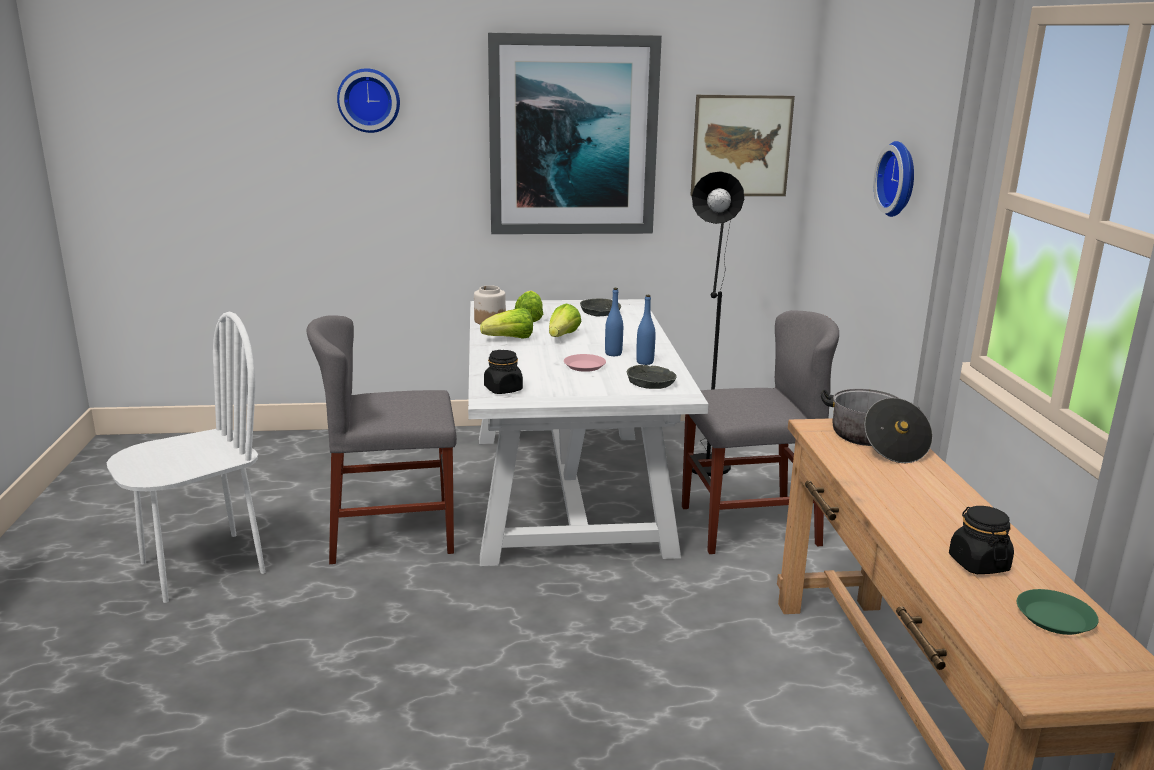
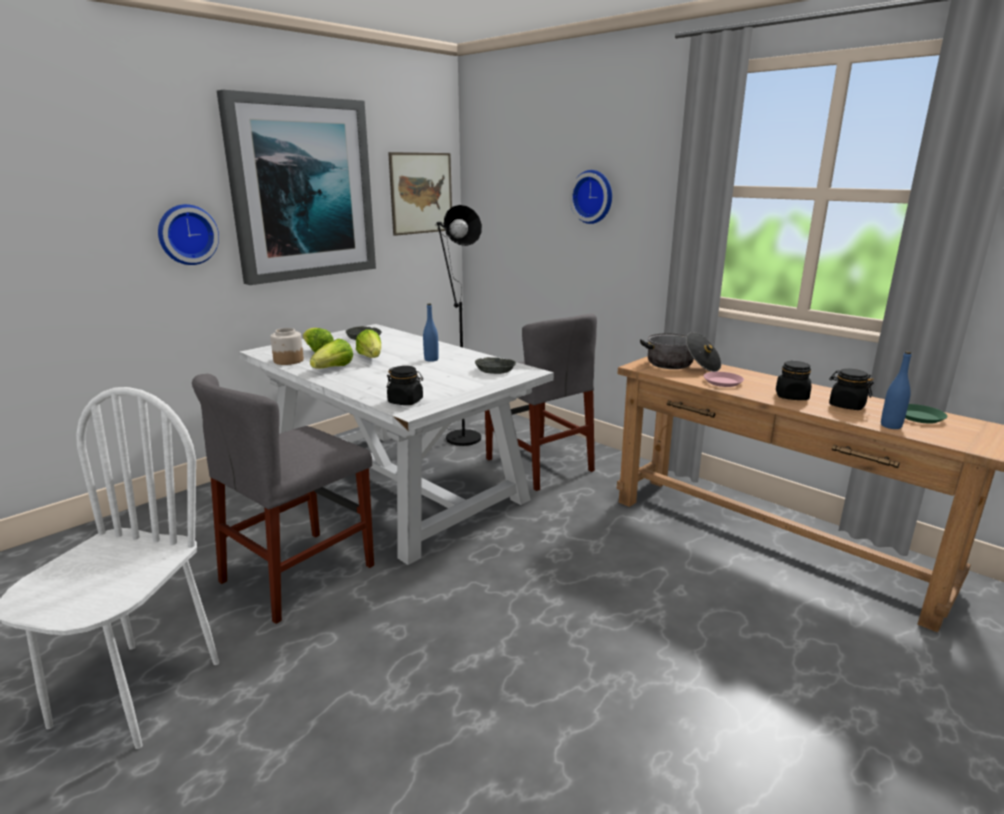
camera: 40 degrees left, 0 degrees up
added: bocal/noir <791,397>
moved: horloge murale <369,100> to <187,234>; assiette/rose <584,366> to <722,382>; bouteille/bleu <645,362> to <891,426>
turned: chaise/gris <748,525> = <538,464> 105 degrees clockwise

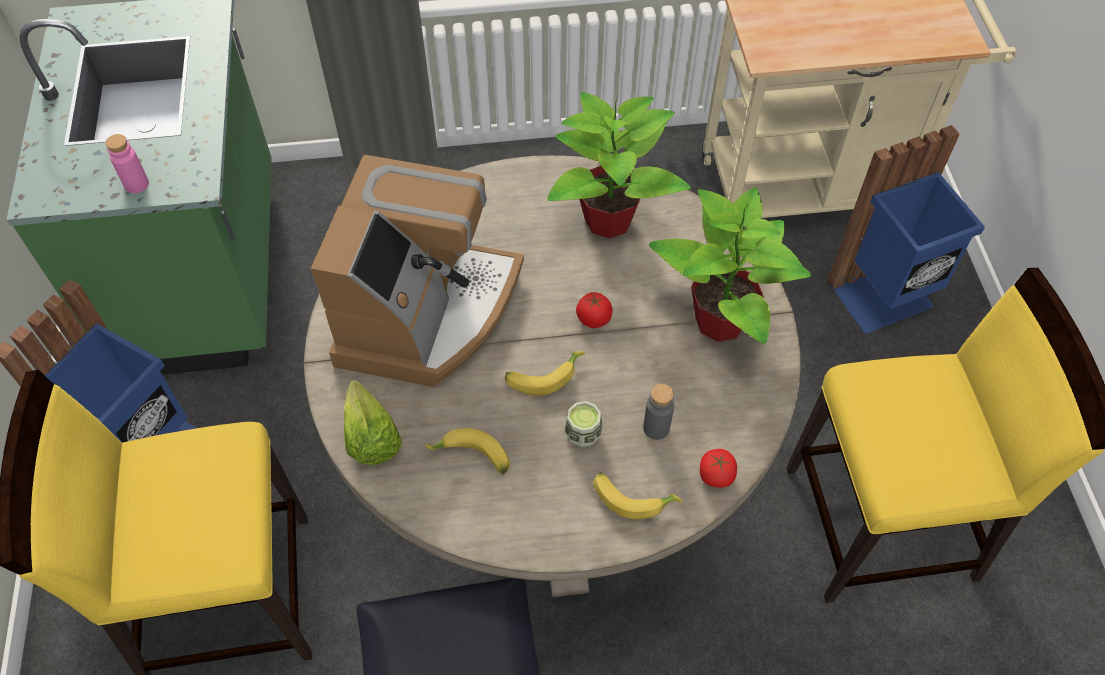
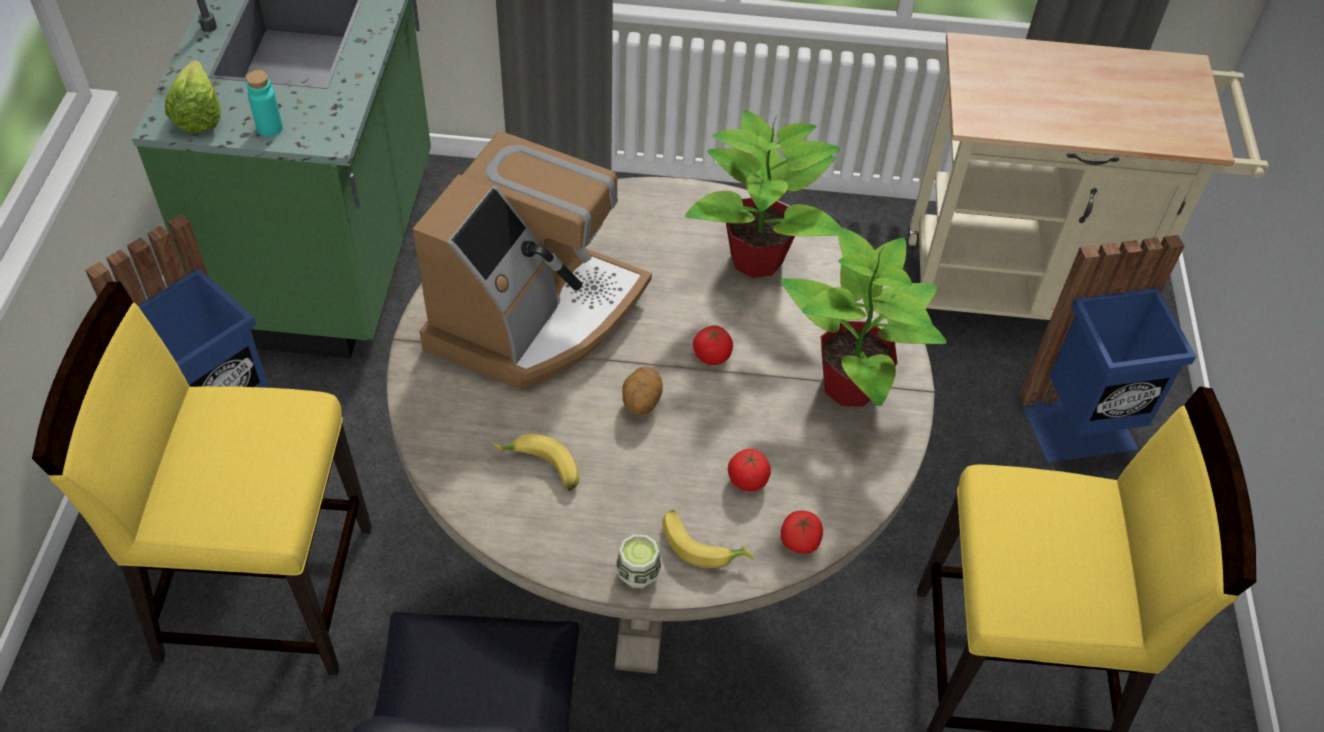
camera: 10 degrees right, 5 degrees down
moved: laitue <371,431> to <201,111>; tasse <583,434> to <638,573>
replaced: banane <543,375> to pomme de terre <641,402>; bouteille/gris <656,428> to tomate <748,479>
recoloured: bouteille/rose <136,184> to bouteille/turquoise <269,128>

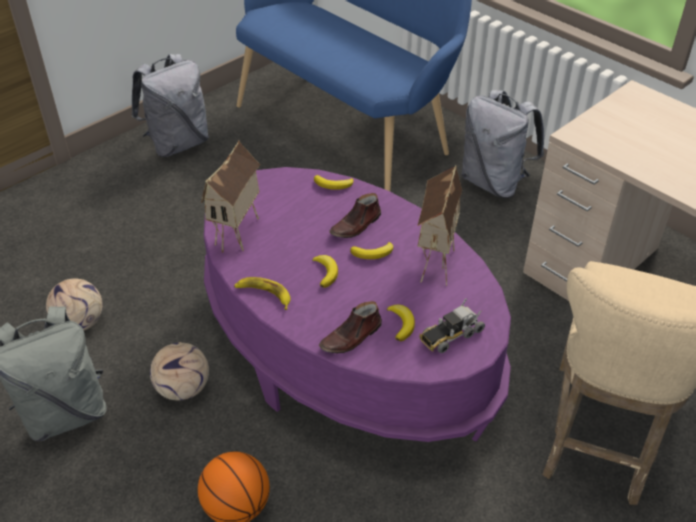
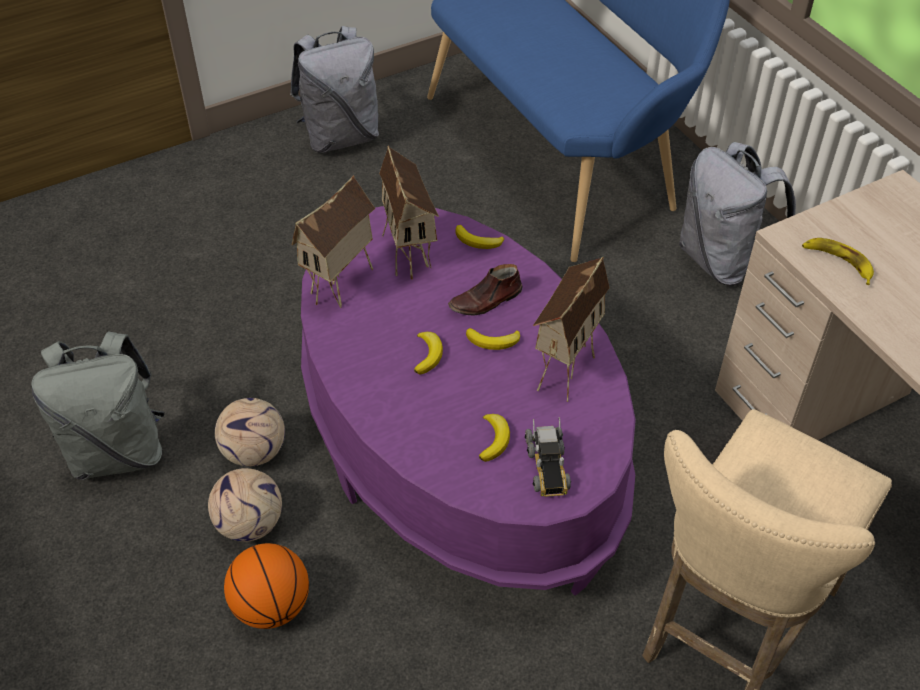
camera: 15 degrees right, 5 degrees up
removed: chaussure/marron <351,337>
added: maison miniature <410,255>
moved: ballon de foot <80,322> to <250,523>; banane <264,294> to <838,262>
turned: camion jouet <450,335> = <547,466> 75 degrees counterclockwise

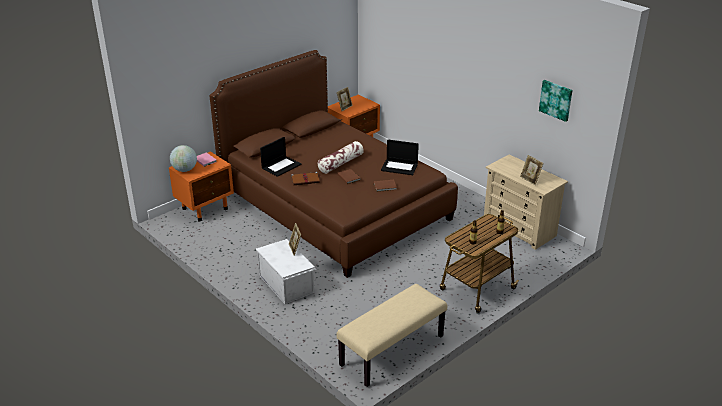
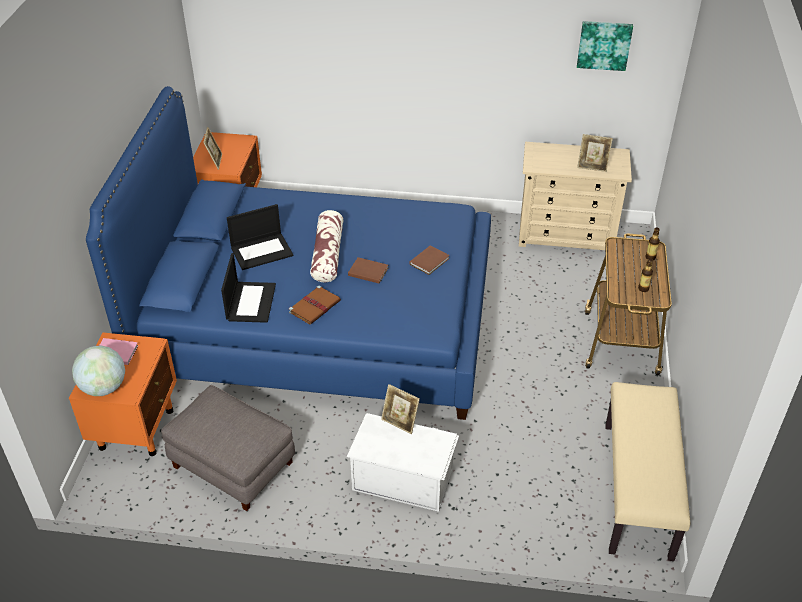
camera: 40 degrees left, 10 degrees up
added: pouf/gris <232,465>
moved: ordinateur portable <400,167> to <262,251>
recoloured: lit/marron <333,205> to lit/bleu <317,320>

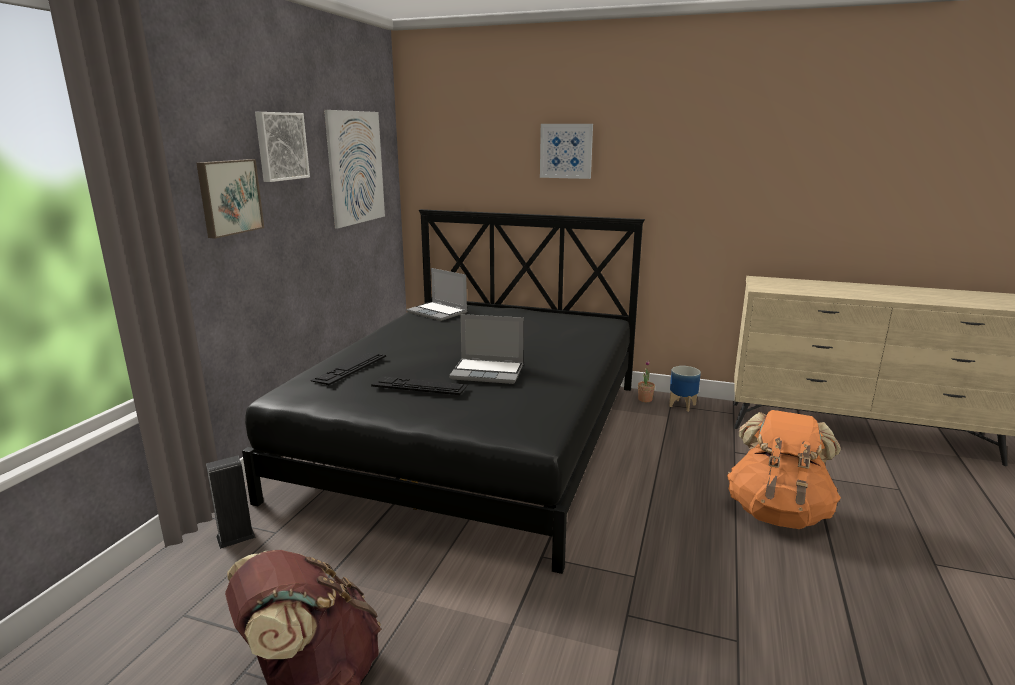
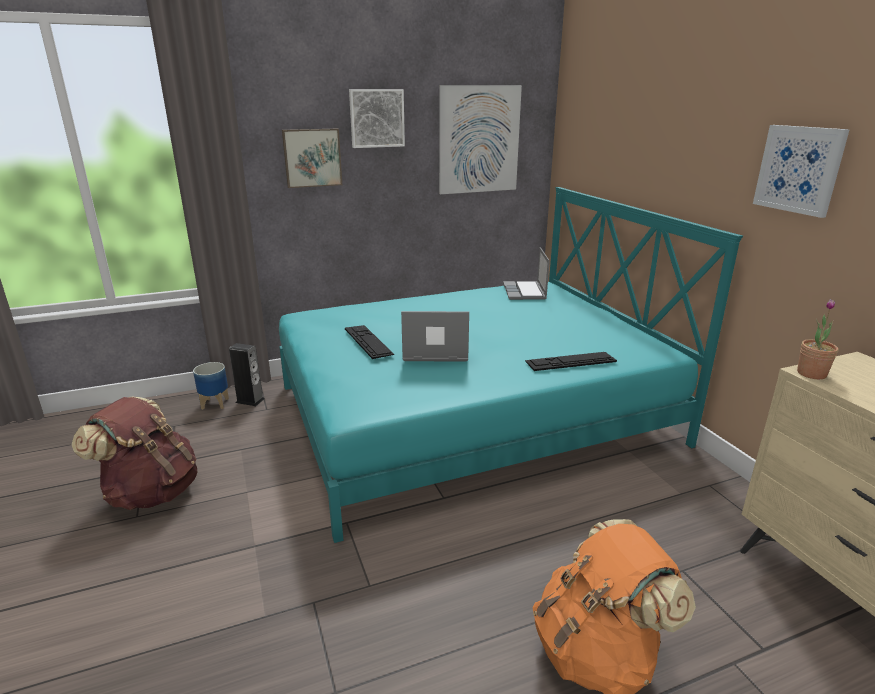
camera: 50 degrees right, 5 degrees up
moved: clavier <350,368> to <570,361>; tableau <566,151> to <799,169>; plante en pot <645,399> to <811,374>; cache-pot <682,405> to <214,403>
recoloured: lit/noir <474,436> to lit/turquoise <470,414>
turned: ordinateur portable <488,372> = <434,352> 120 degrees clockwise

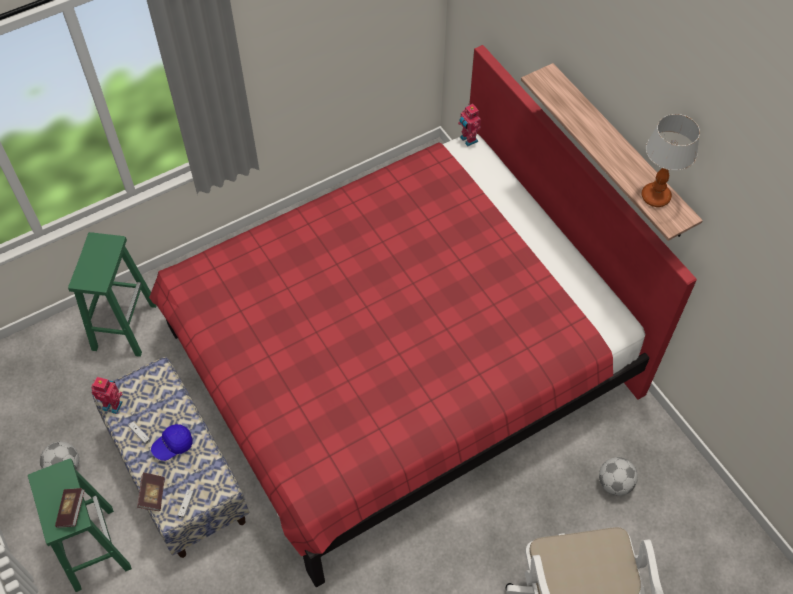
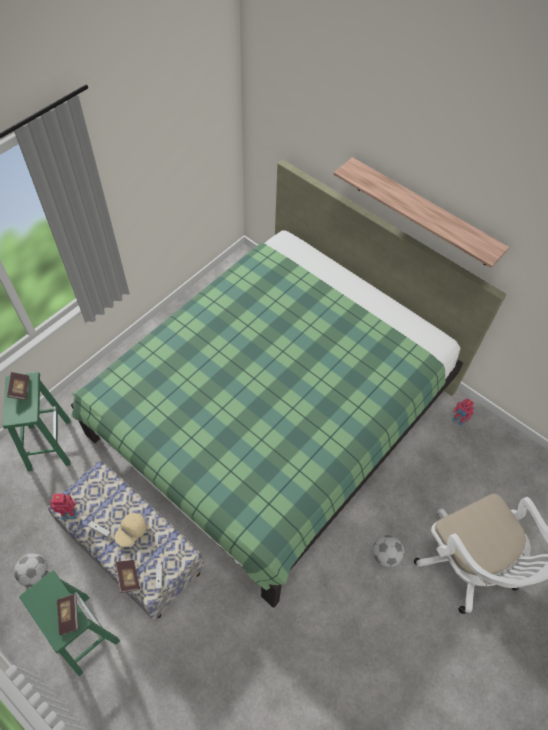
camera: 20 degrees left, 0 degrees up
removed: lampe de table <655,196>
added: livre <20,389>
moved: robot jouet <468,140> to <458,420>; ballon de foot <615,483> to <386,555>
recoloured: lit/rouge <399,360> to lit/vert <273,413>; casquette/bleu <173,445> to casquette/beige <131,531>

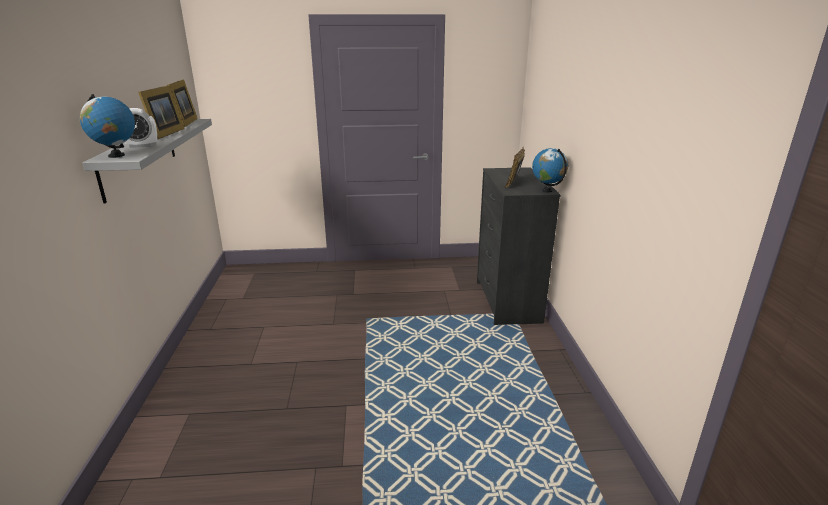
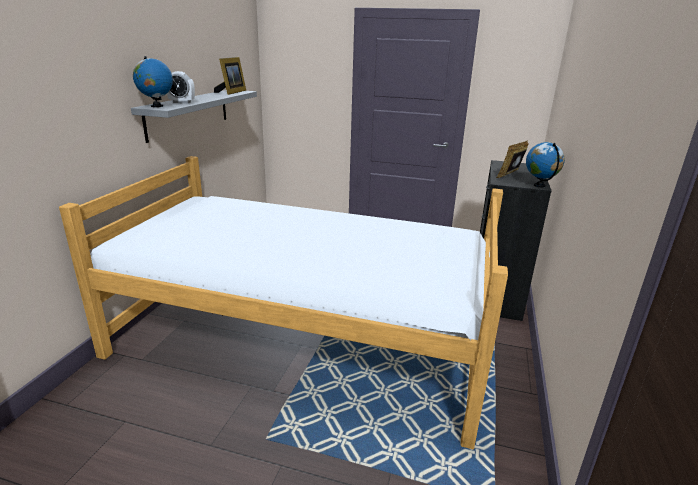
camera: 20 degrees right, 0 degrees up
removed: cadre photo <163,134>
added: lit <303,337>

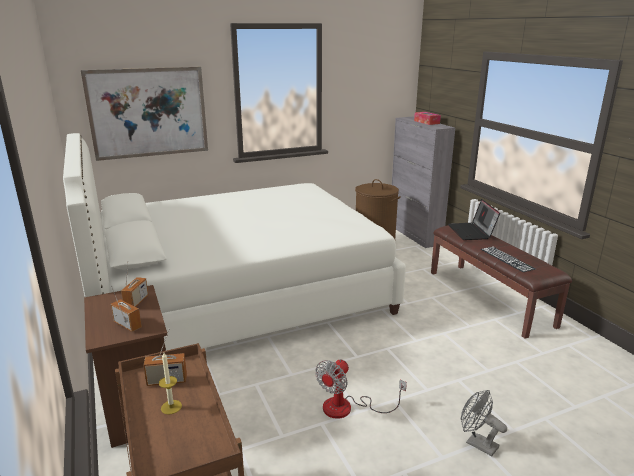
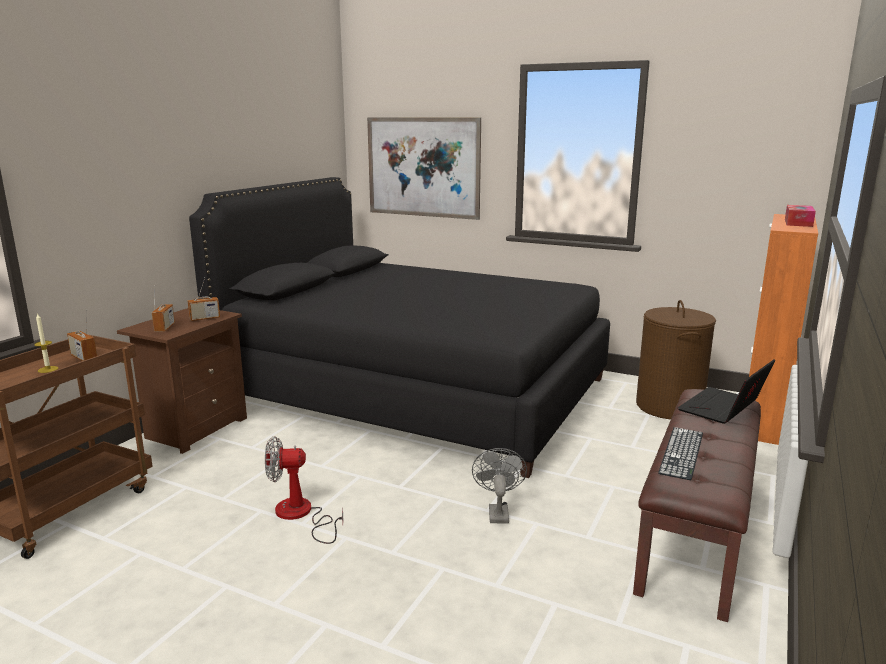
camera: 50 degrees right, 5 degrees down
moved: ventilateur/gris <477,443> to <497,512>
recoloured: lit/blanc <239,297> to lit/noir <416,391>; meuble de rangement/gris <415,234> to meuble de rangement/orange <763,418>

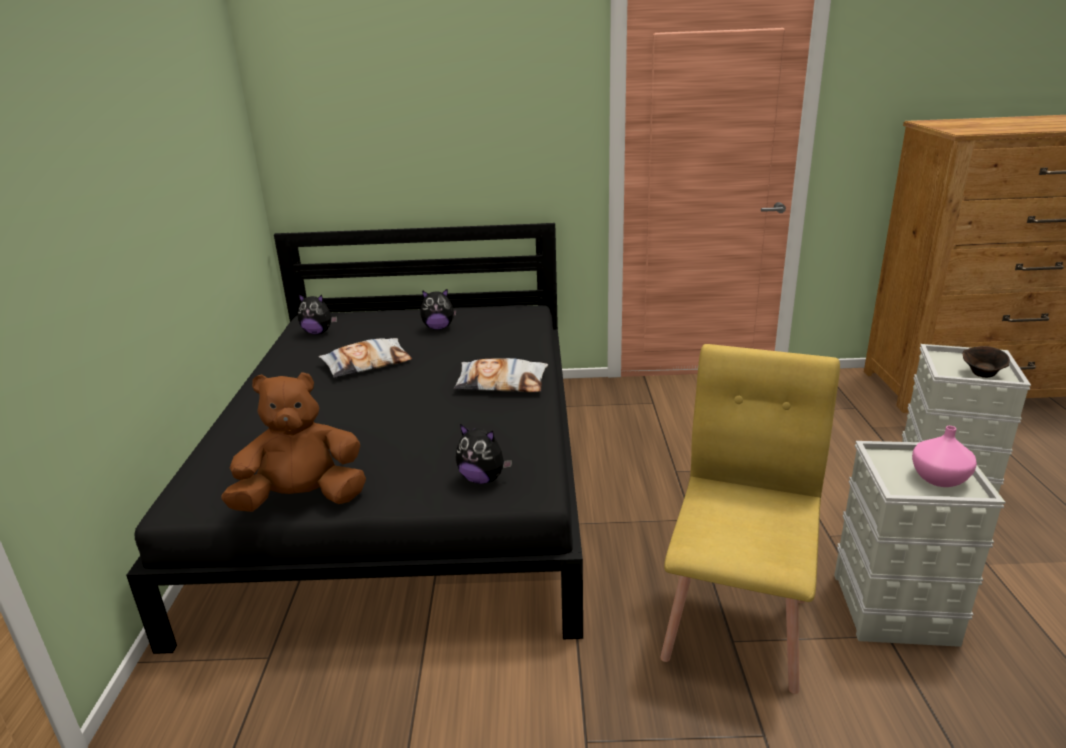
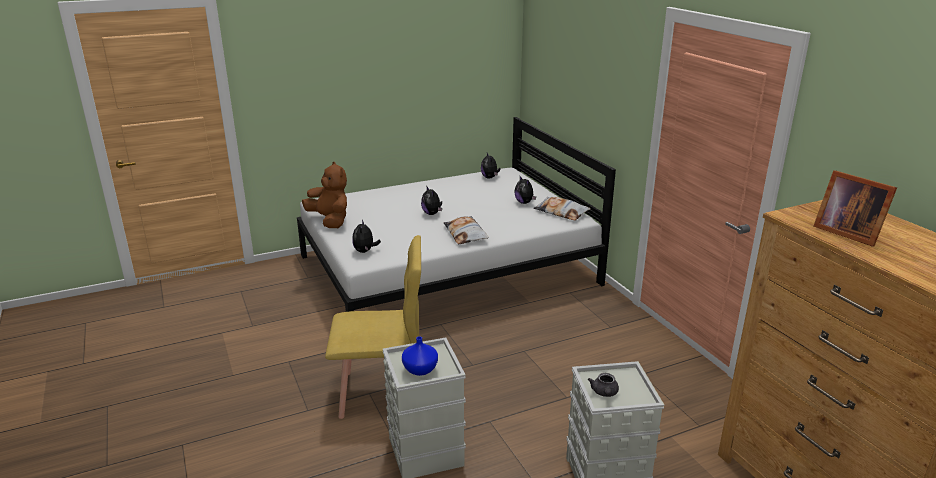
camera: 65 degrees right, 0 degrees up
added: peluche <432,213>; cadre photo <846,232>
moved: coussin <367,364> to <561,212>
replaced: bol/marron <982,374> to théière/gris <604,393>
recoloured: lit/noir <409,482> to lit/blanc <447,270>; vase/rose <939,478> to vase/bleu <421,369>

